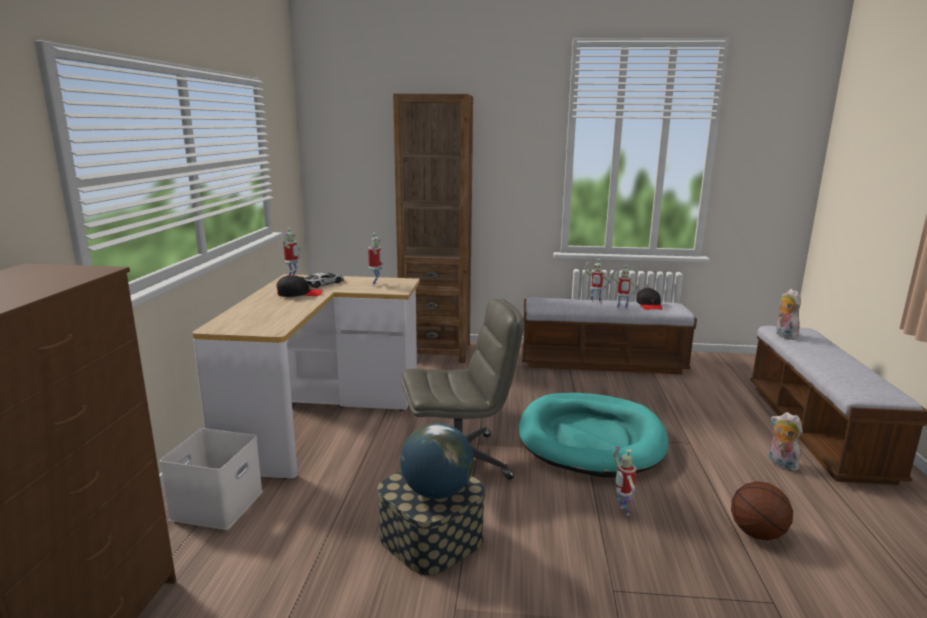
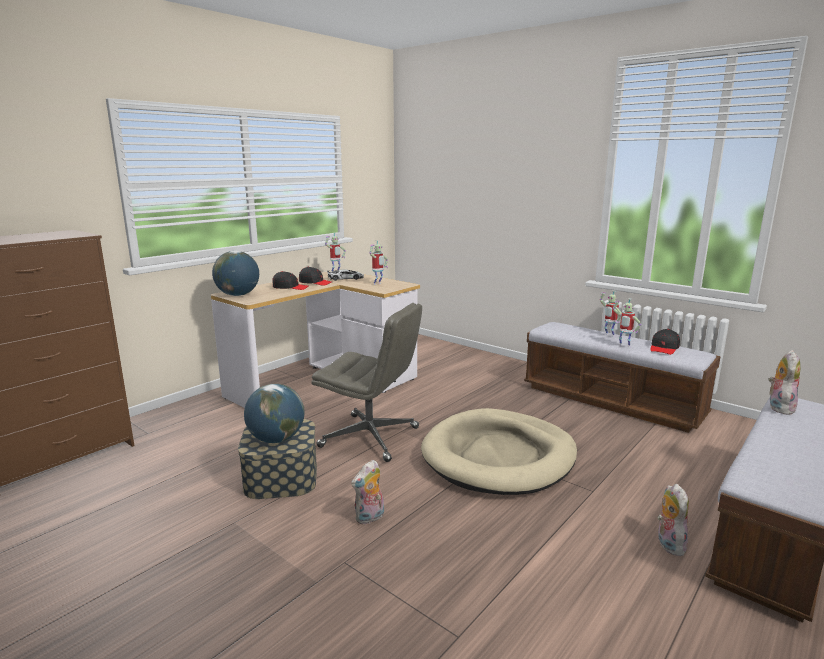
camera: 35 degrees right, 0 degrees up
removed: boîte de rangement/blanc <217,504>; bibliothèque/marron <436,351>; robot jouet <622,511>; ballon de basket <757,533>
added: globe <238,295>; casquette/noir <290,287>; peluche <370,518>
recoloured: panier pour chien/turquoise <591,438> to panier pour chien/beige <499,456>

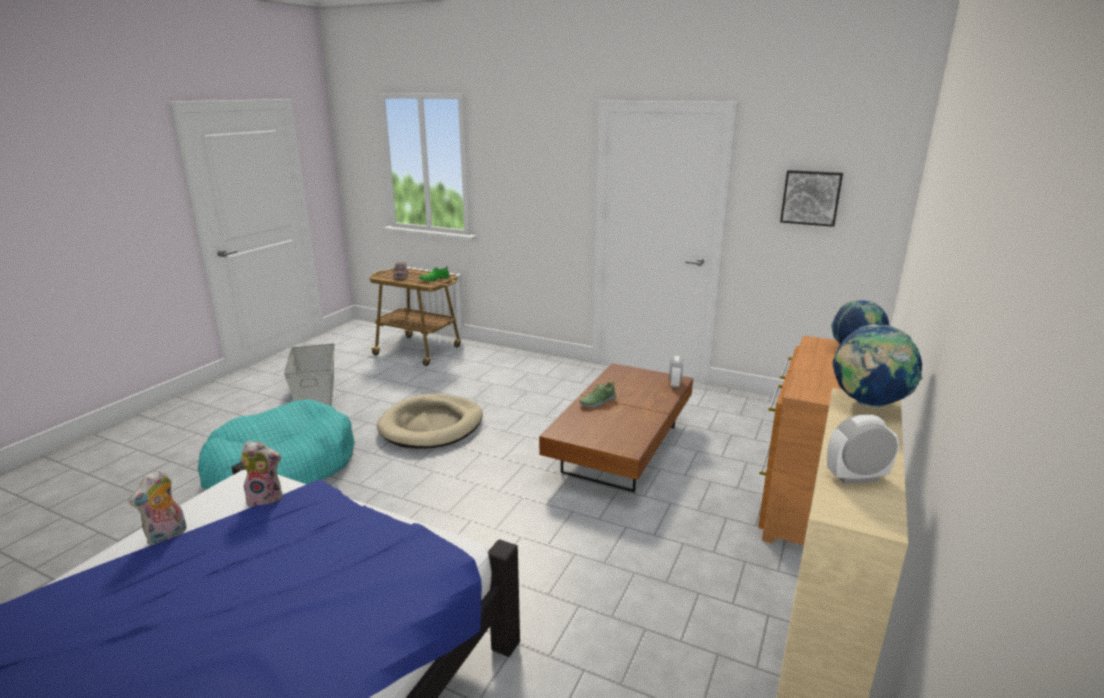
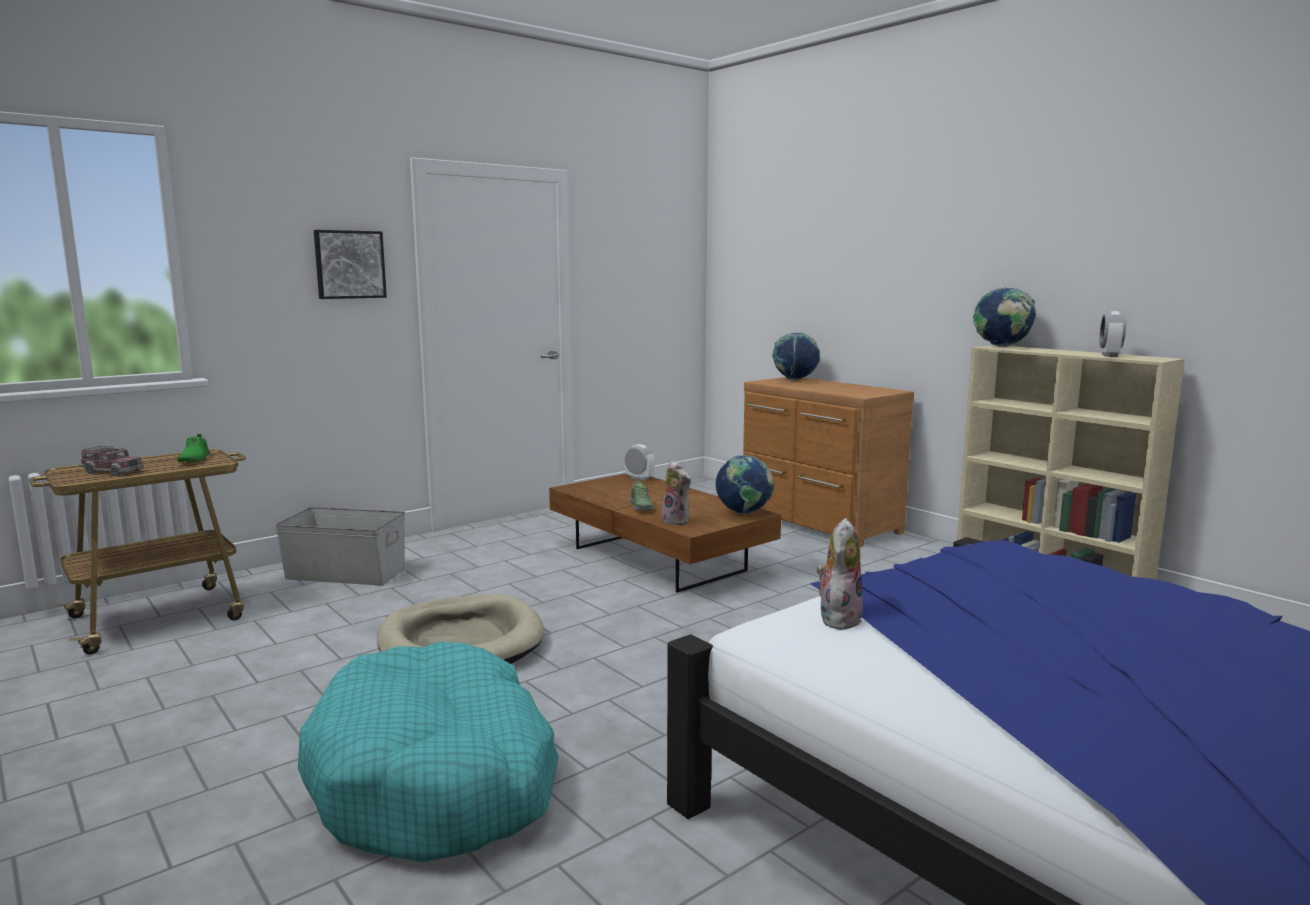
camera: 65 degrees left, 10 degrees down
added: globe <744,513>
moved: peluche <168,537> to <677,521>; boîte de rangement/gris <316,392> to <345,573>; tableau <811,197> to <349,264>

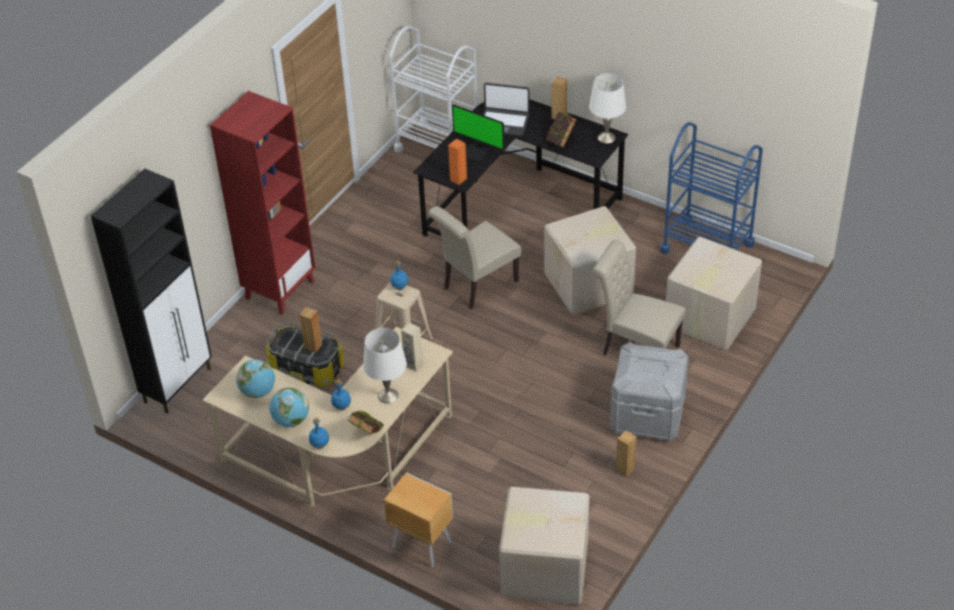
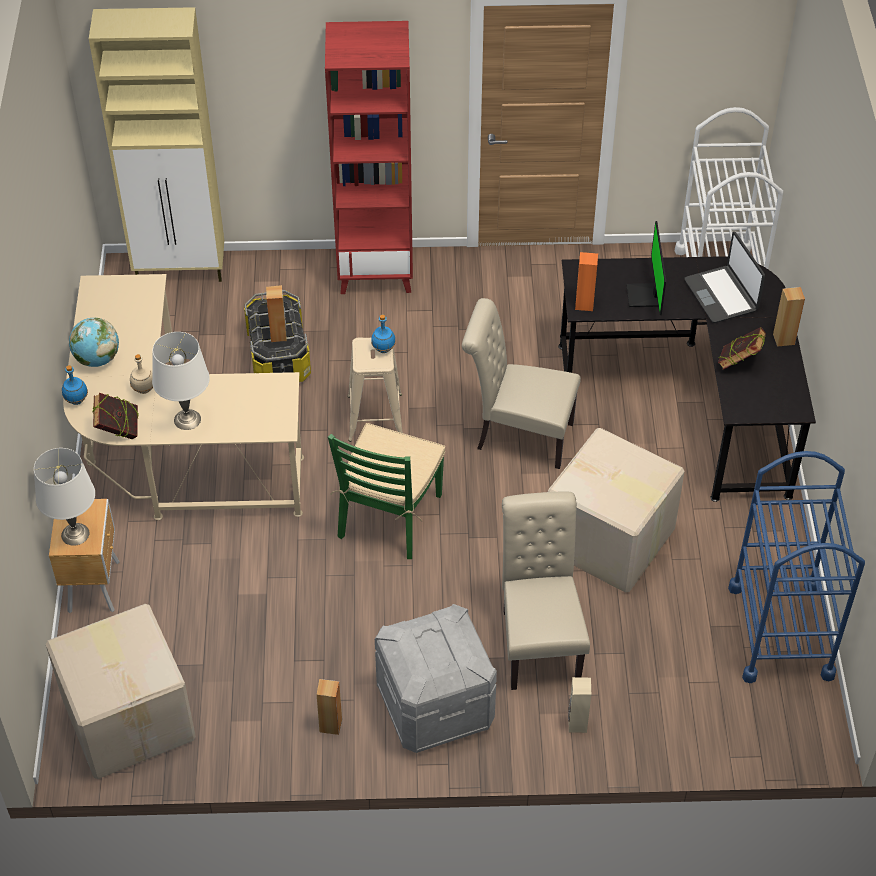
camera: 55 degrees right, 5 degrees up
removed: globe <258,391>; carton <708,318>
added: chaise/vert <389,517>
moved: enceinte/beige <413,364> to <577,723>; lampe de table/blanc <606,137> to <75,533>
recoloured: meuble de rangement/noir <178,385> to meuble de rangement/beige <181,270>; bouteille/bleu <341,407> to bouteille/beige <144,389>

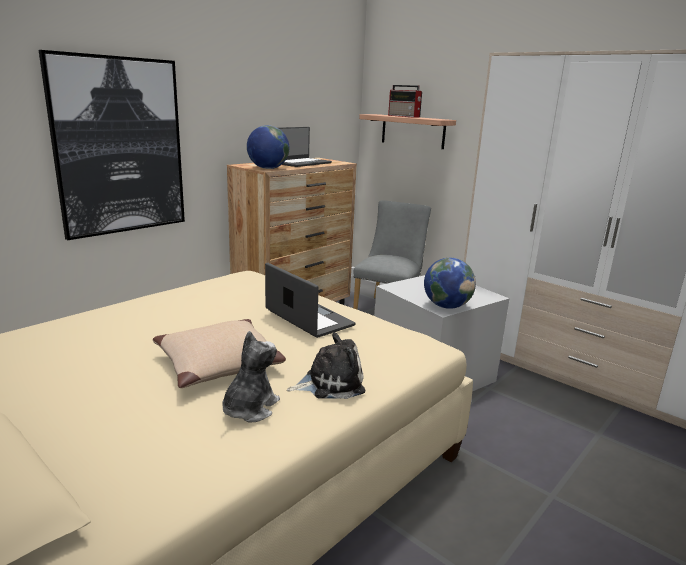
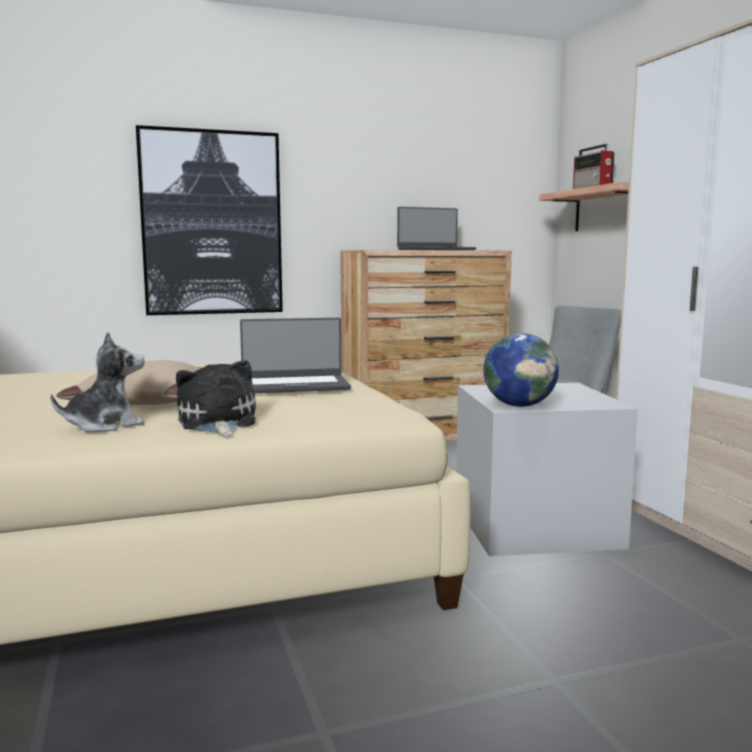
camera: 30 degrees right, 10 degrees down
removed: globe <268,168>
turned: ordinateur portable <308,318> = <294,385> 90 degrees clockwise; peluche <330,383> = <217,423> 120 degrees counterclockwise

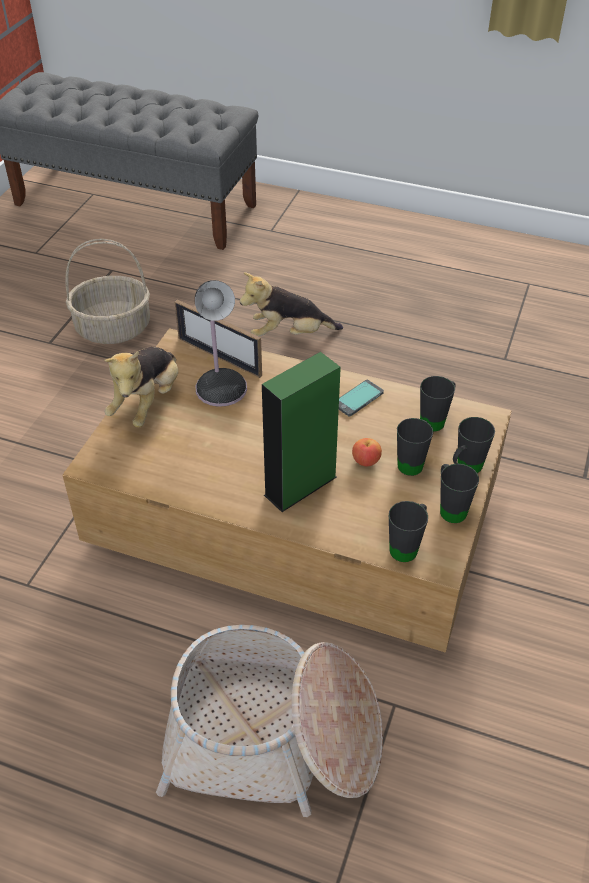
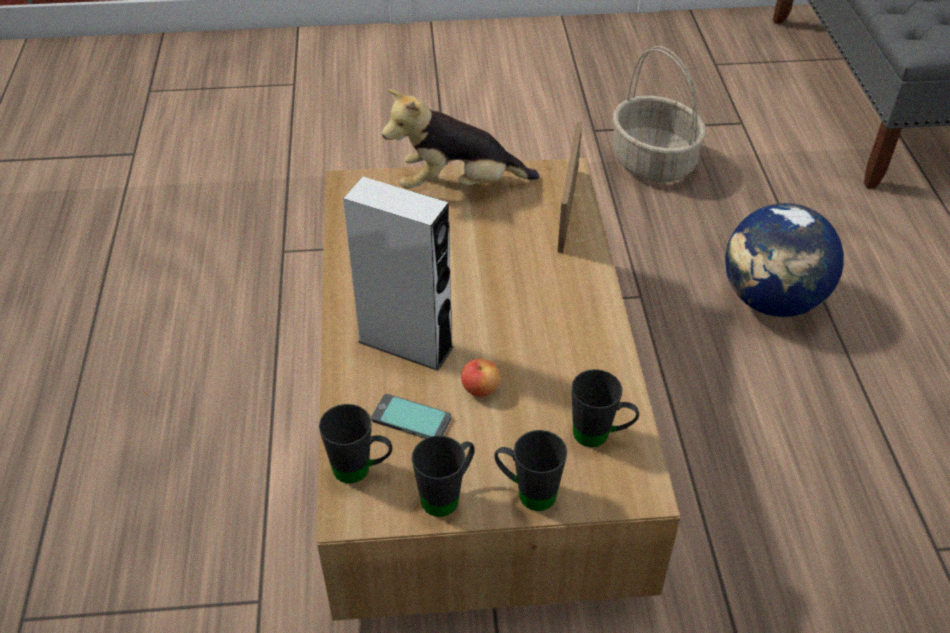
camera: 65 degrees right, 0 degrees up
removed: panier <273,739>; lampe de table <221,386>; mug/noir <413,461>
moved: téléphone <358,399> to <411,419>
replaced: peluche <289,334> to globe <771,301>
recoloured: enceinte/vert <300,486> to enceinte/gris <405,344>

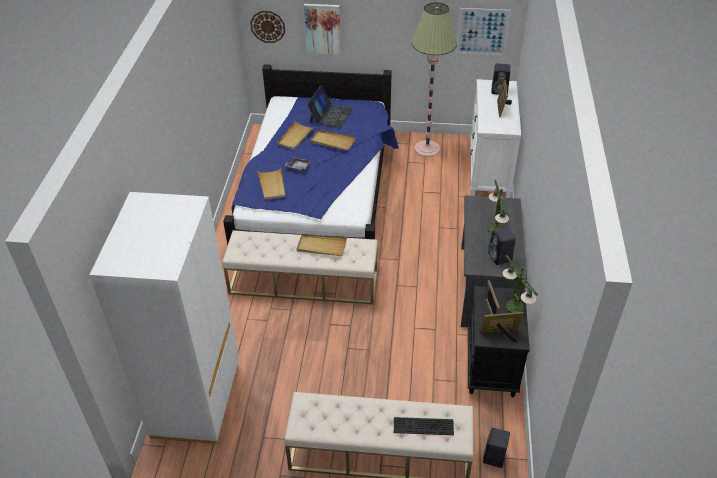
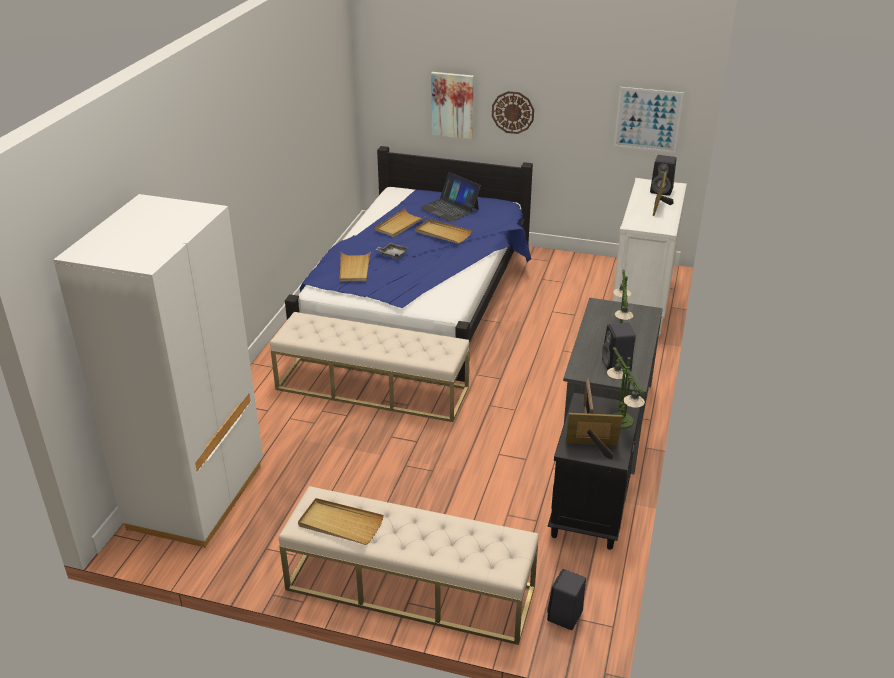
camera: 10 degrees right, 10 degrees down
removed: clavier <422,427>; lampadaire <427,149>
moved: horloge murale <267,26> to <513,112>; plateau/beige <321,246> to <340,524>
turned: ordinateur portable <330,115> = <449,208> 105 degrees clockwise

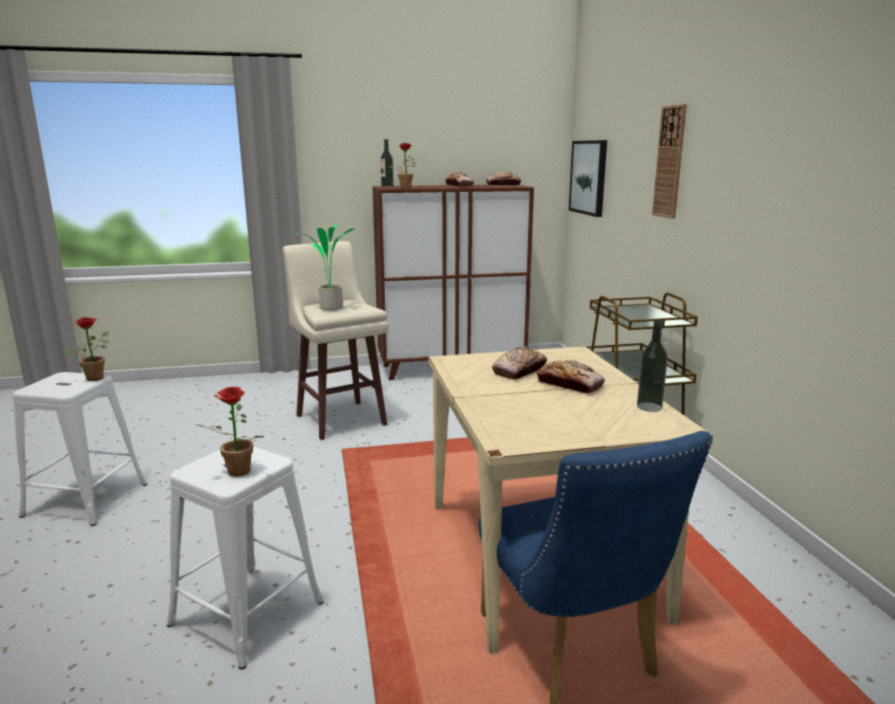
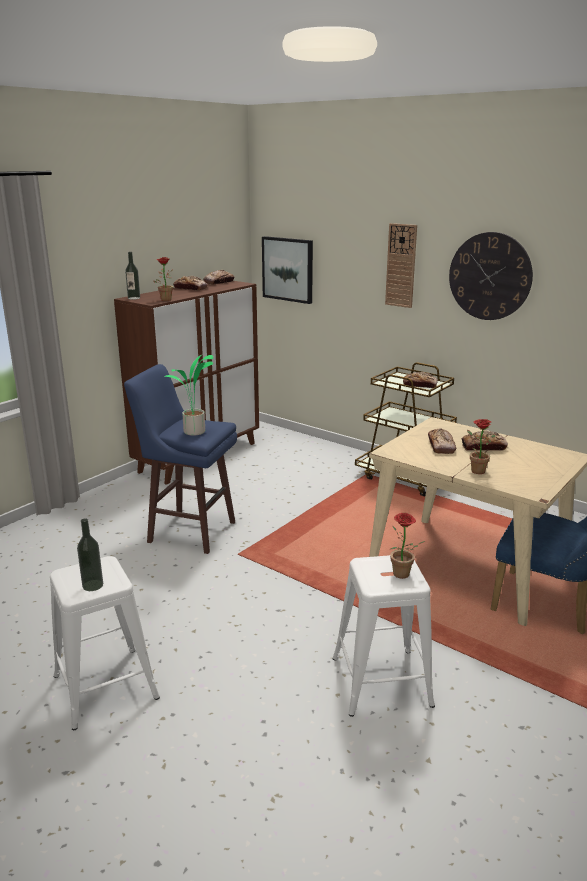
camera: 40 degrees left, 5 degrees up
added: pain <420,385>; horloge murale <490,276>
moved: plante en pot <96,377> to <475,470>; bouteille <649,407> to <92,585>
recoloured: tabouret/beige <340,419> to tabouret/bleu <190,531>

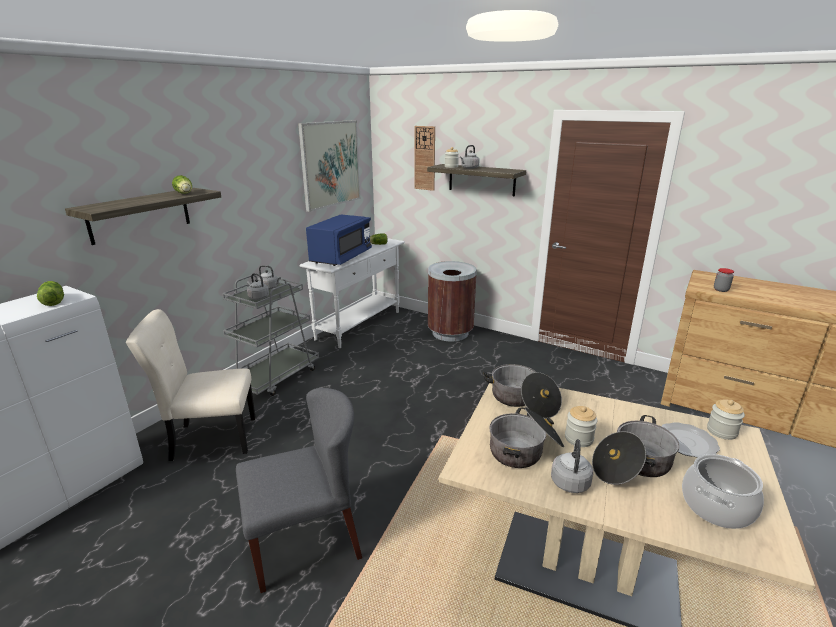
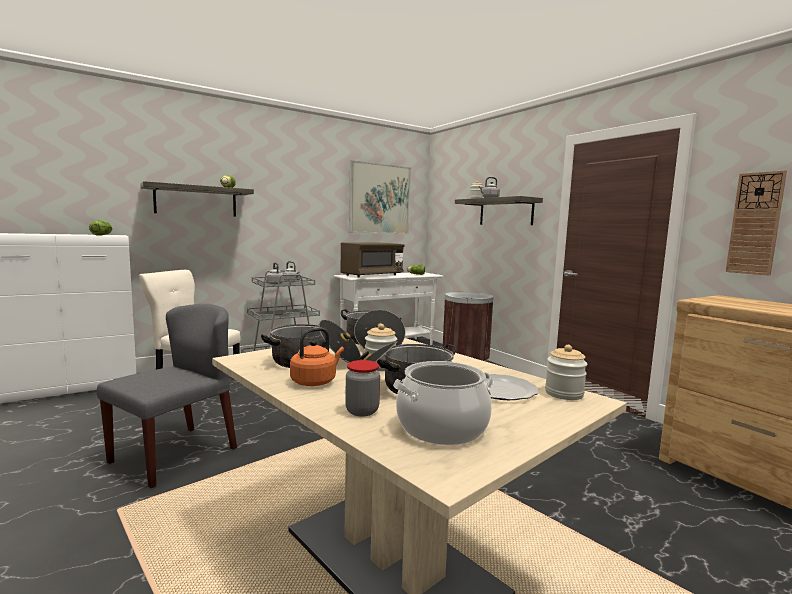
camera: 25 degrees right, 15 degrees down
moved: horloge murale <425,158> to <755,223>; bocal <721,290> to <362,411>
recoloured: micro-ondes/bleu <341,257> to micro-ondes/marron <372,275>; bouilloire/gris <570,481> to bouilloire/orange <315,381>
turned: chaise/gris <305,542> = <175,454> 60 degrees counterclockwise

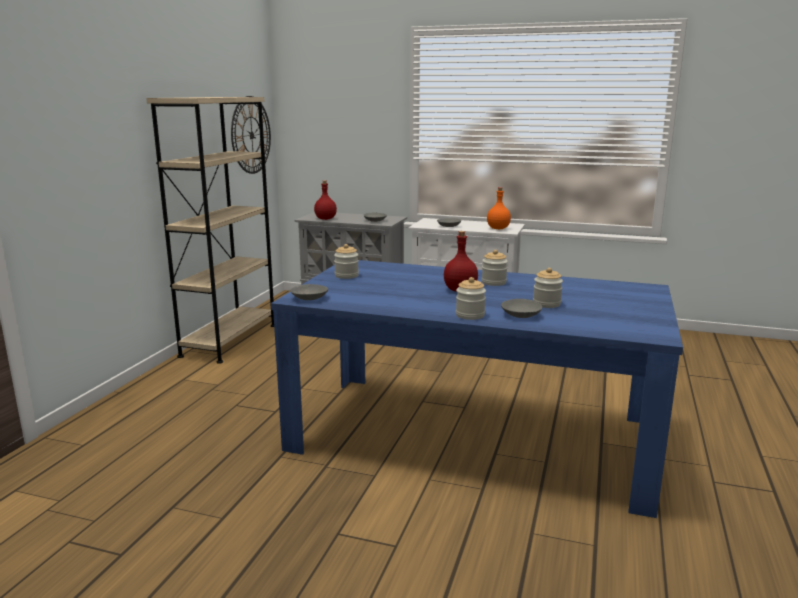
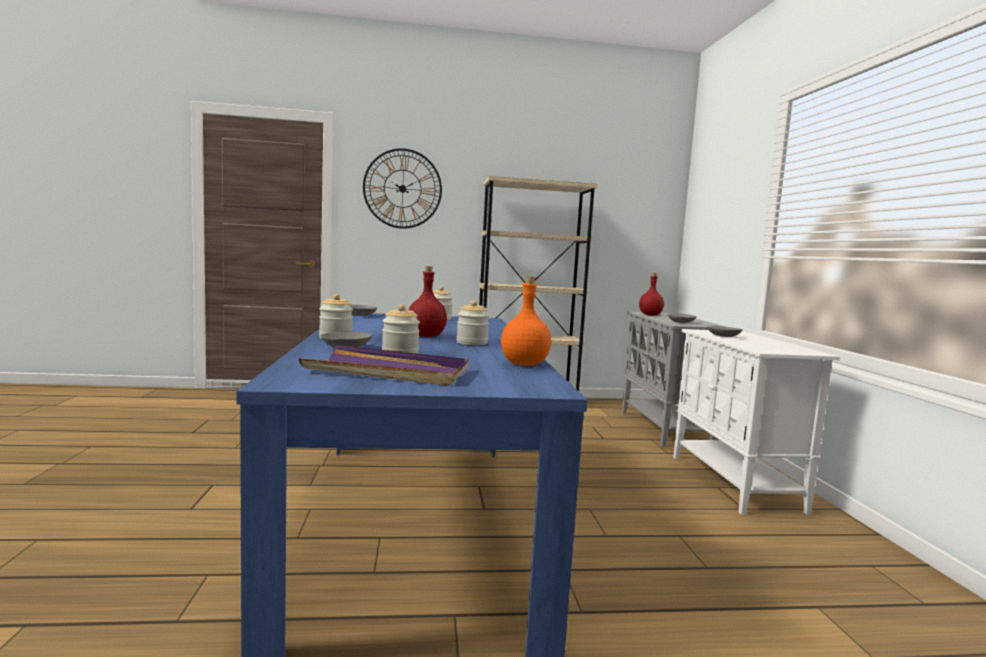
camera: 65 degrees right, 10 degrees down
added: plateau/violet <389,371>
moved: horloge murale <251,135> to <402,188>; bouteille/orange <498,228> to <525,364>

